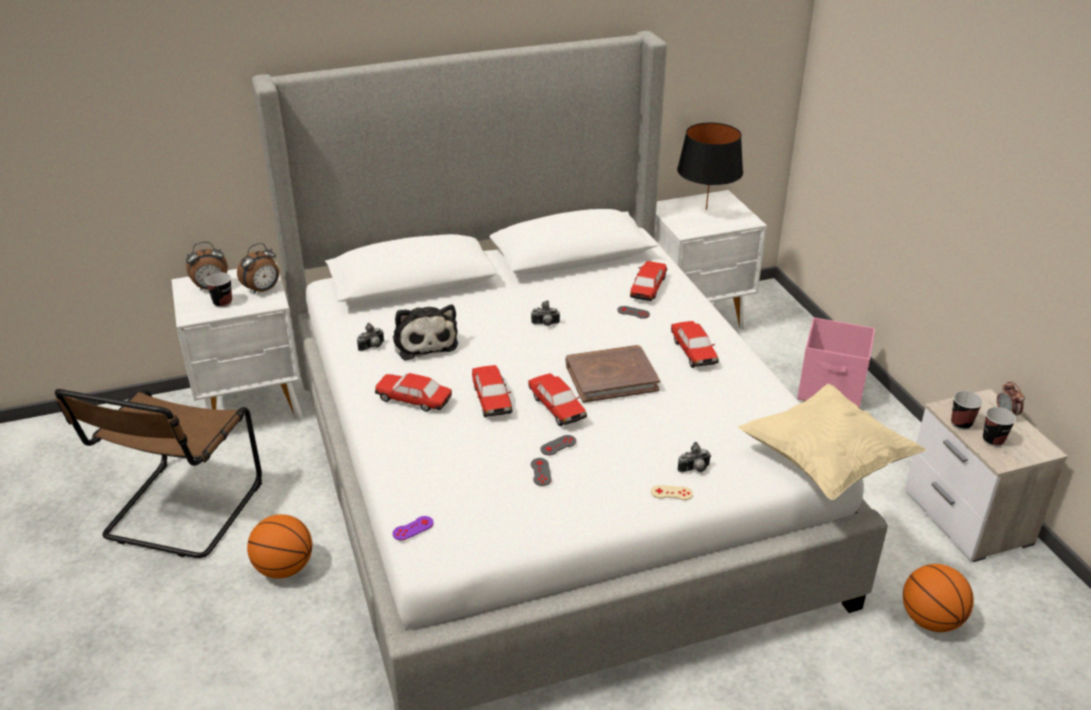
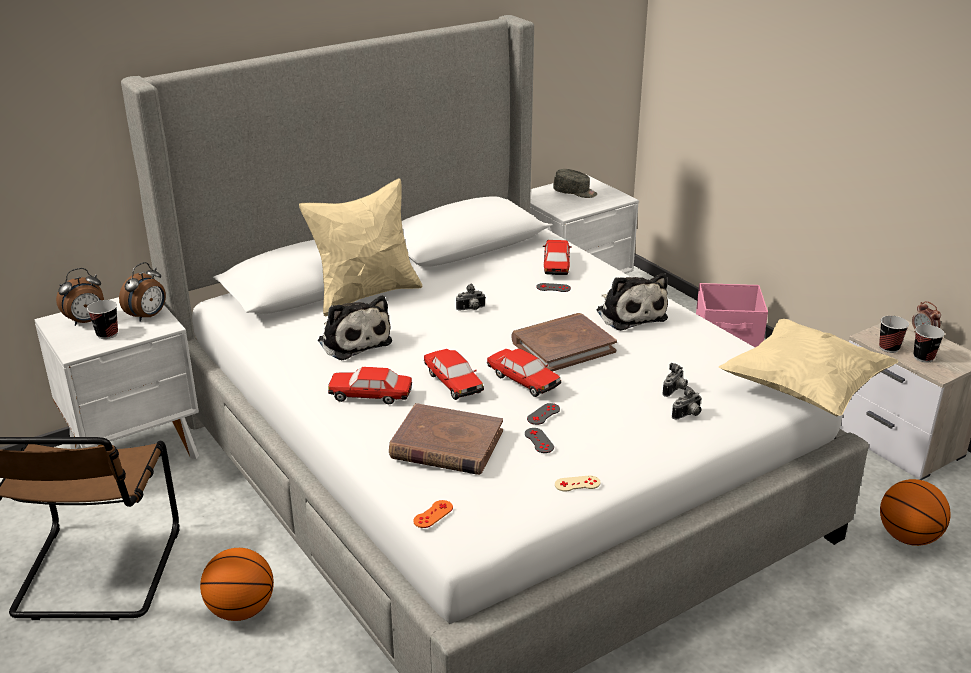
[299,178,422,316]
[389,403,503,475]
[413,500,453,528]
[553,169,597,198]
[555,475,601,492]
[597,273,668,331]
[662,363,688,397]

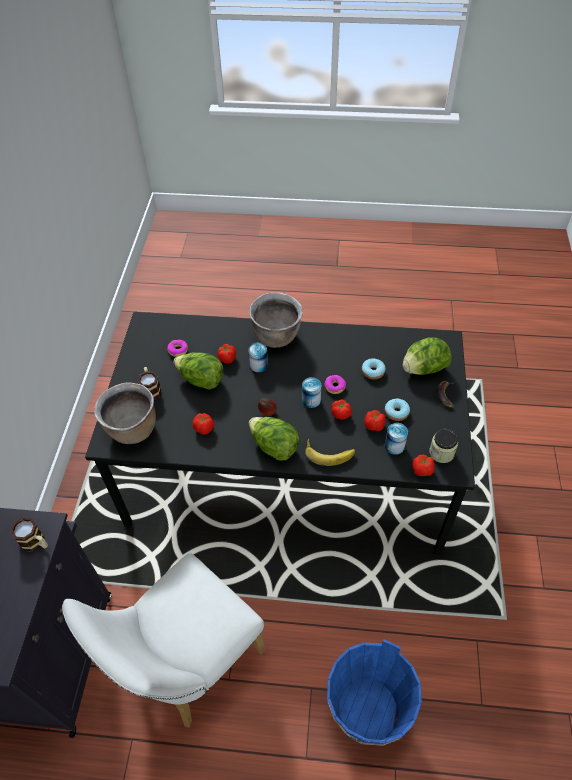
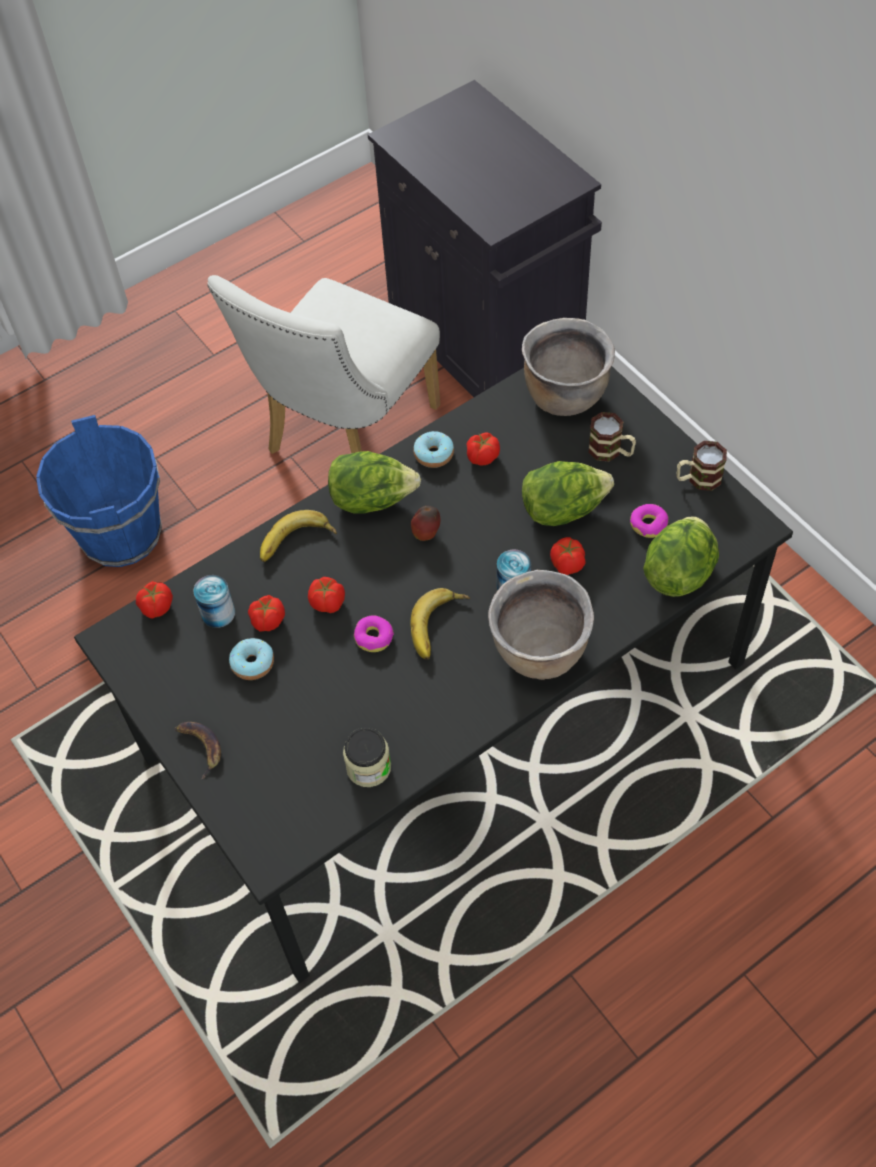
[207,275,440,454]
[343,728,391,787]
[411,588,470,660]
[413,431,454,468]
[643,516,719,597]
[676,441,727,491]
[302,377,321,408] (first image)

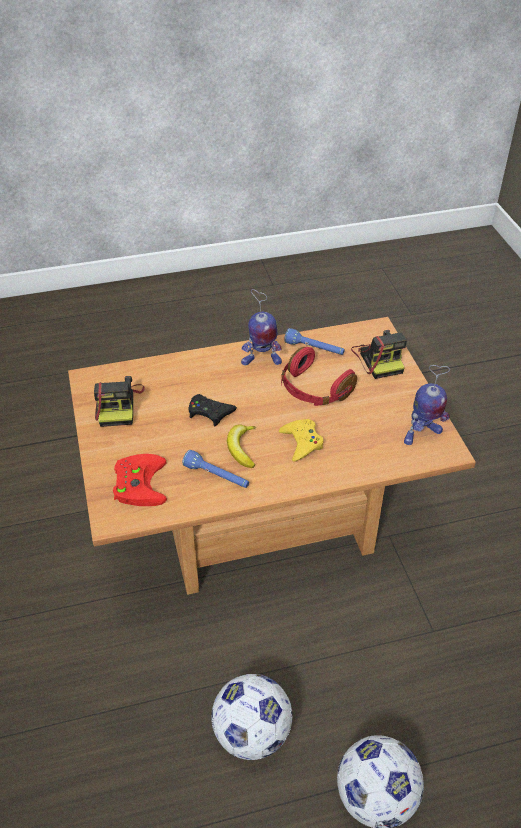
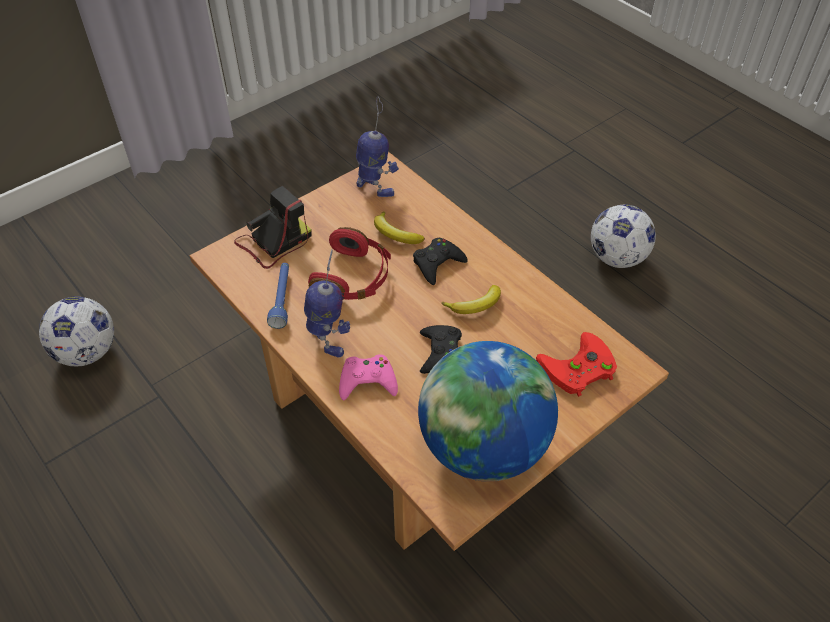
[39,297,114,366]
[339,354,398,400]
[374,211,425,244]
[413,238,468,285]
[418,341,558,482]
[183,450,249,488] (first image)

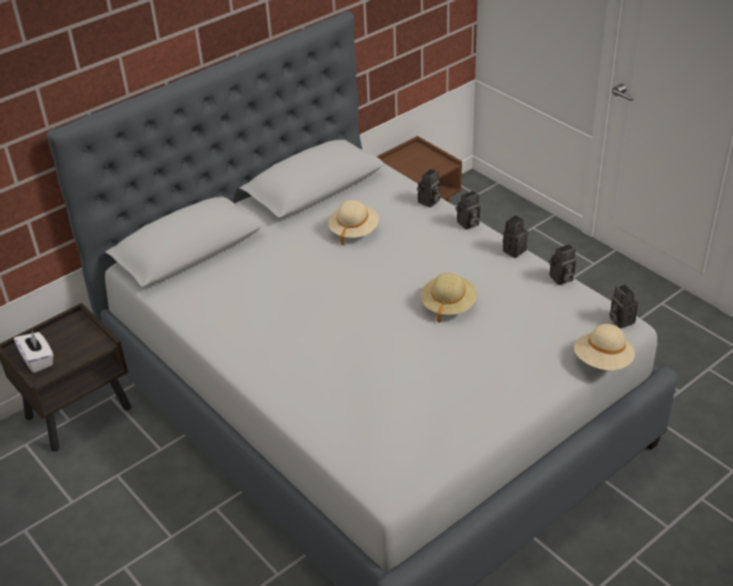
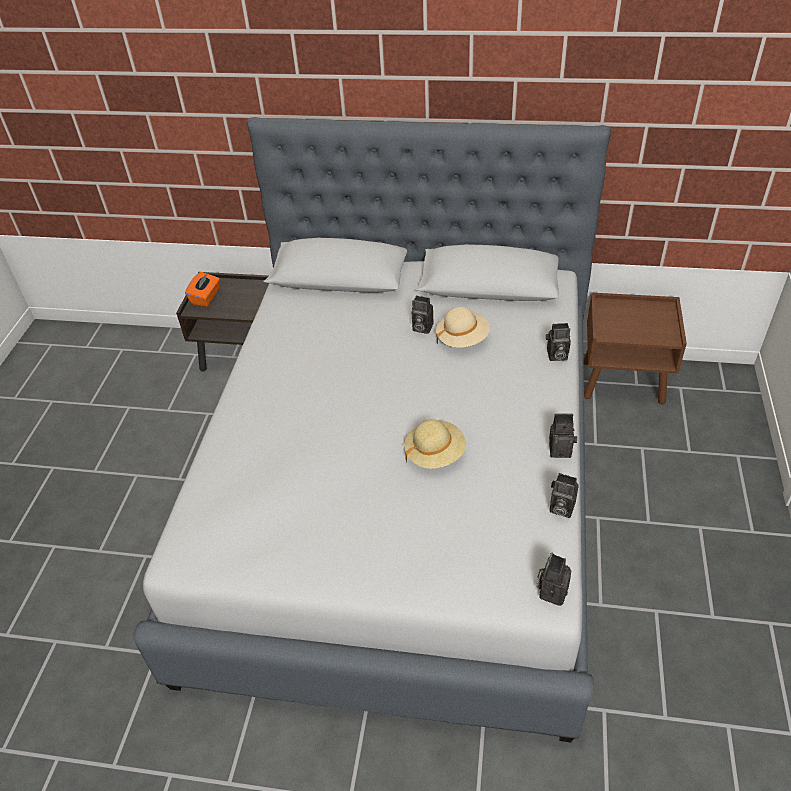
[185,272,220,307]
[412,295,434,334]
[574,324,635,370] (first image)

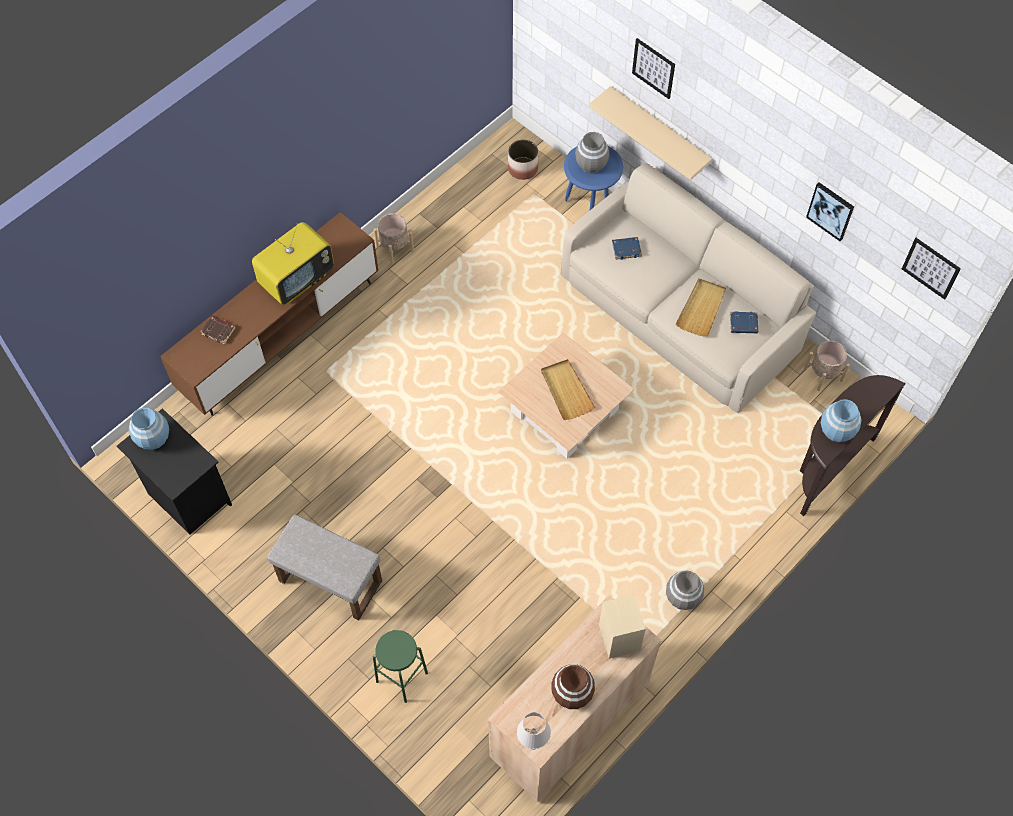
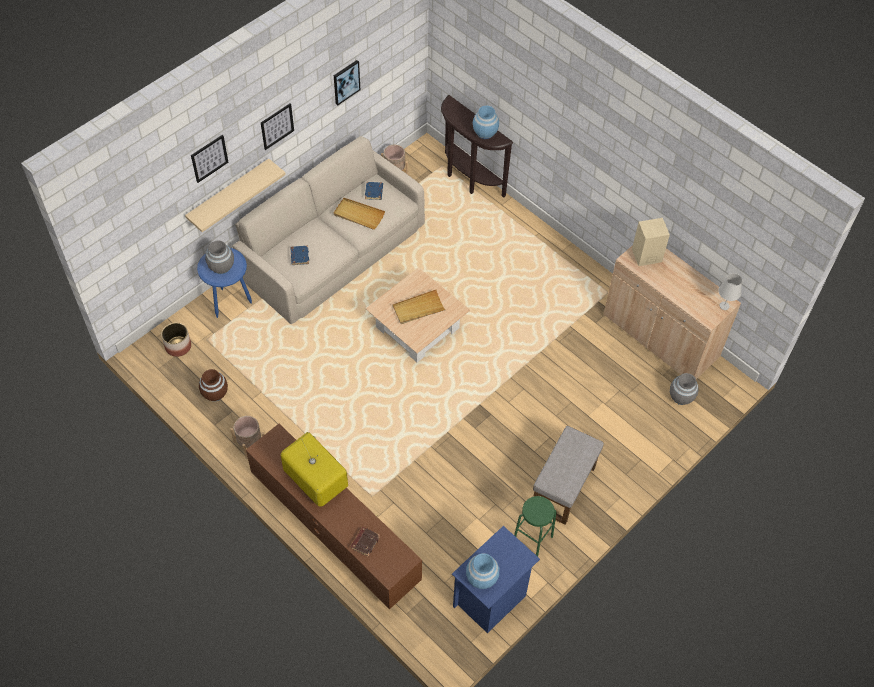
[199,369,228,401]
[261,103,294,150]
[452,526,540,634]
[514,496,556,557]
[670,373,699,405]

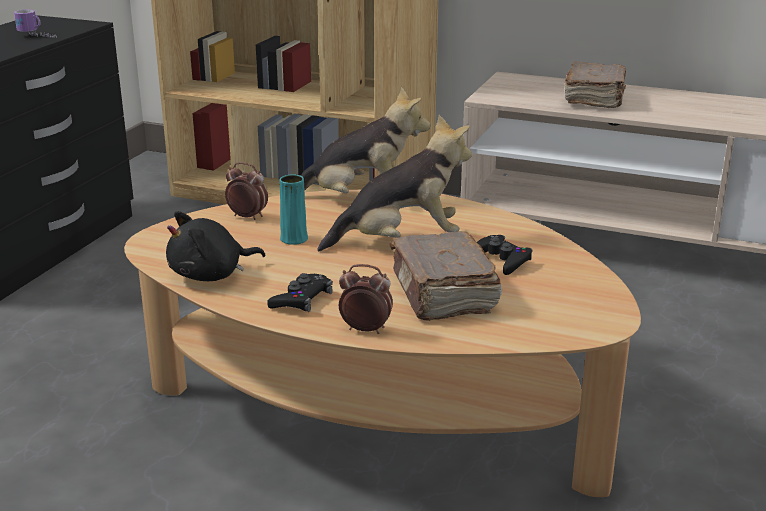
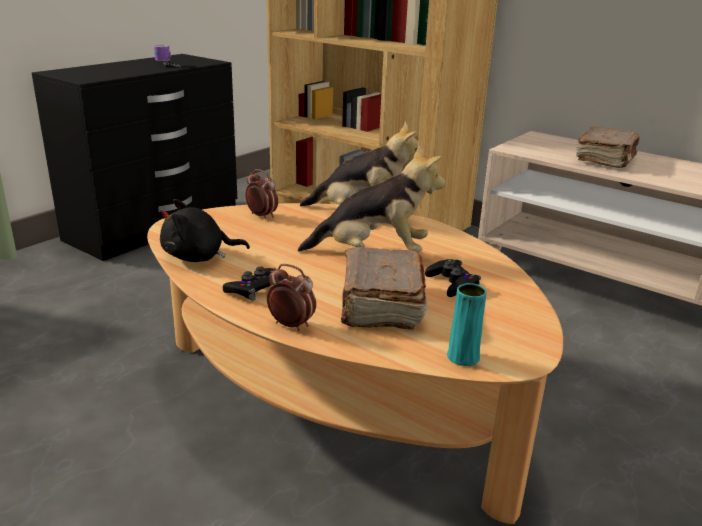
[447,283,487,366]

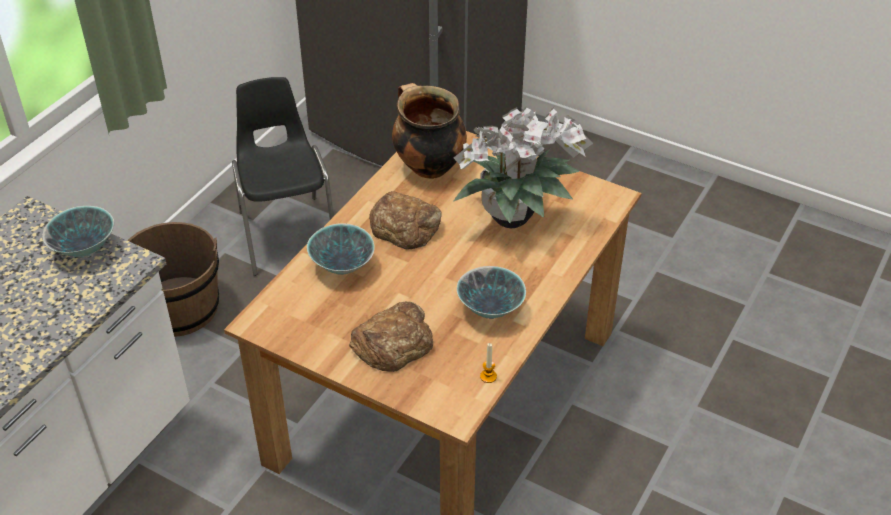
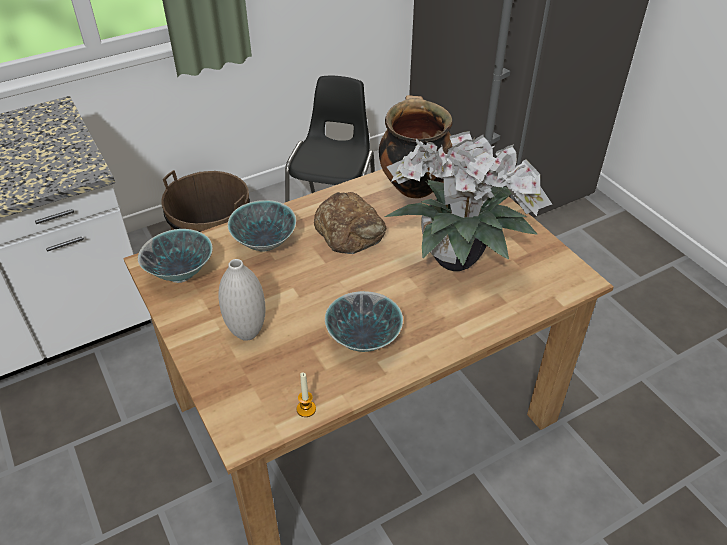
[138,229,213,283]
[218,259,265,341]

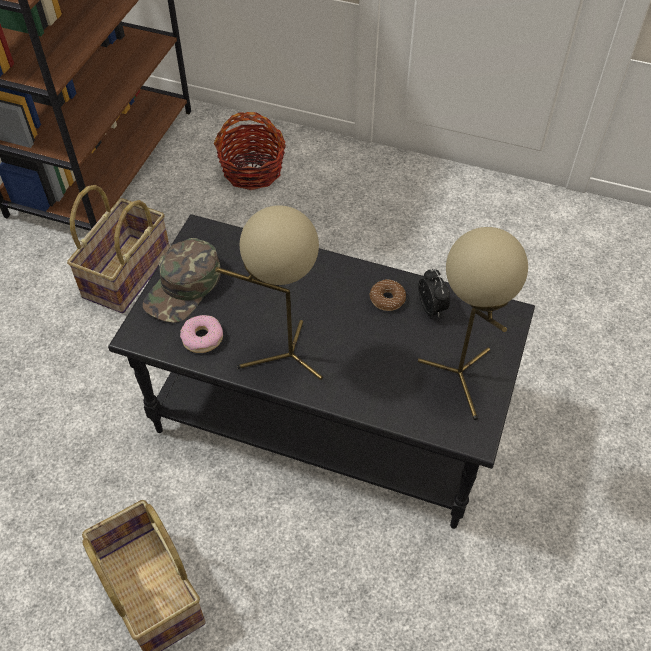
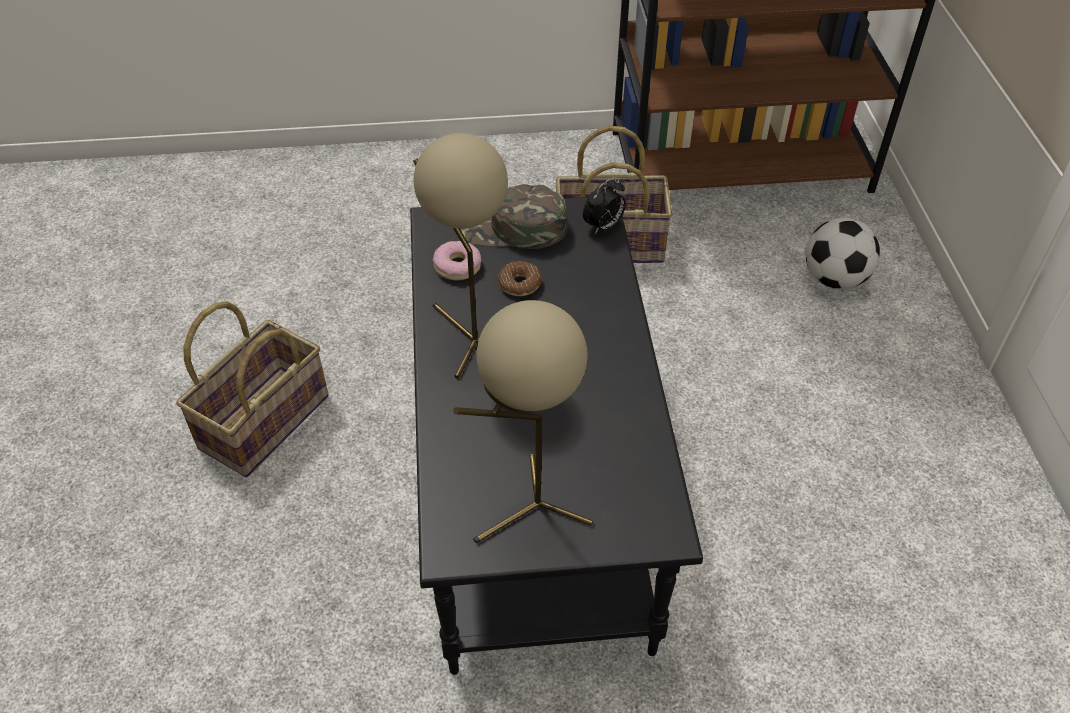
[498,261,542,296]
[583,177,626,234]
[806,217,880,289]

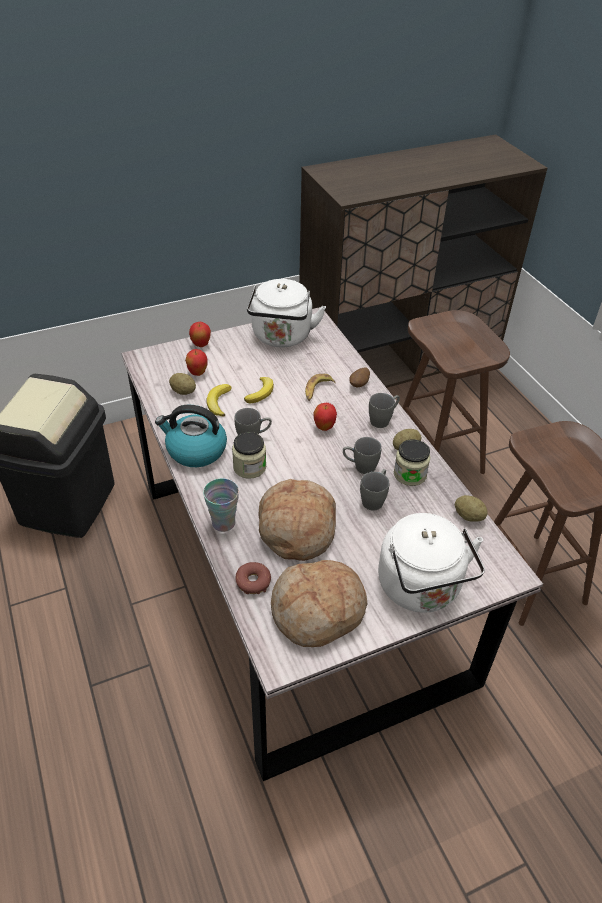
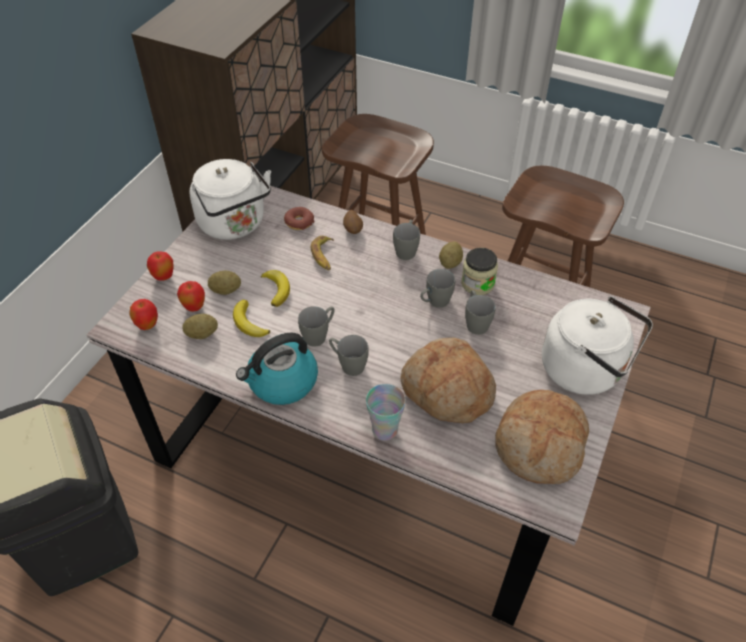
[129,299,158,330]
[208,271,241,295]
[284,207,314,230]
[329,335,369,376]

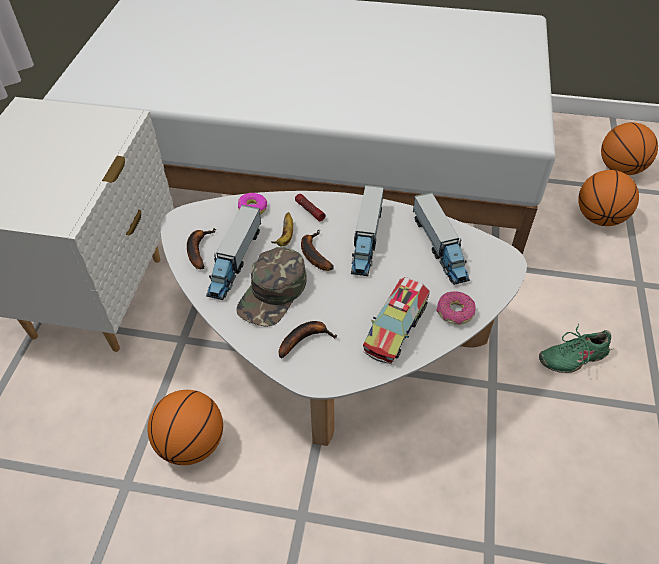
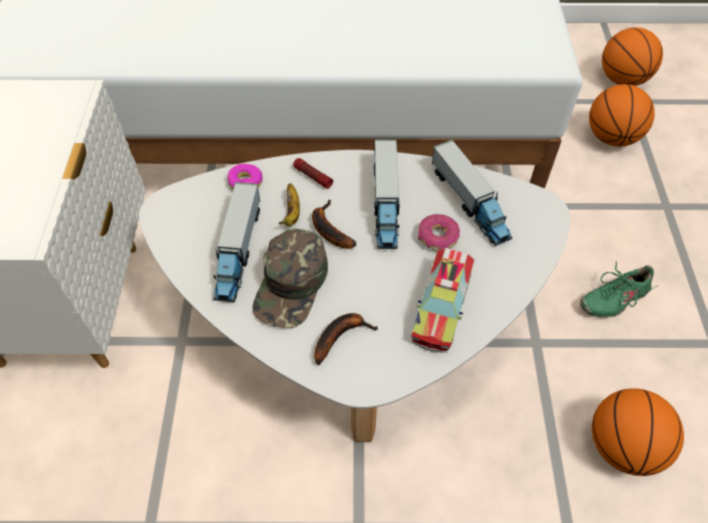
[418,214,460,250]
[592,388,684,476]
[187,228,216,269] (first image)

